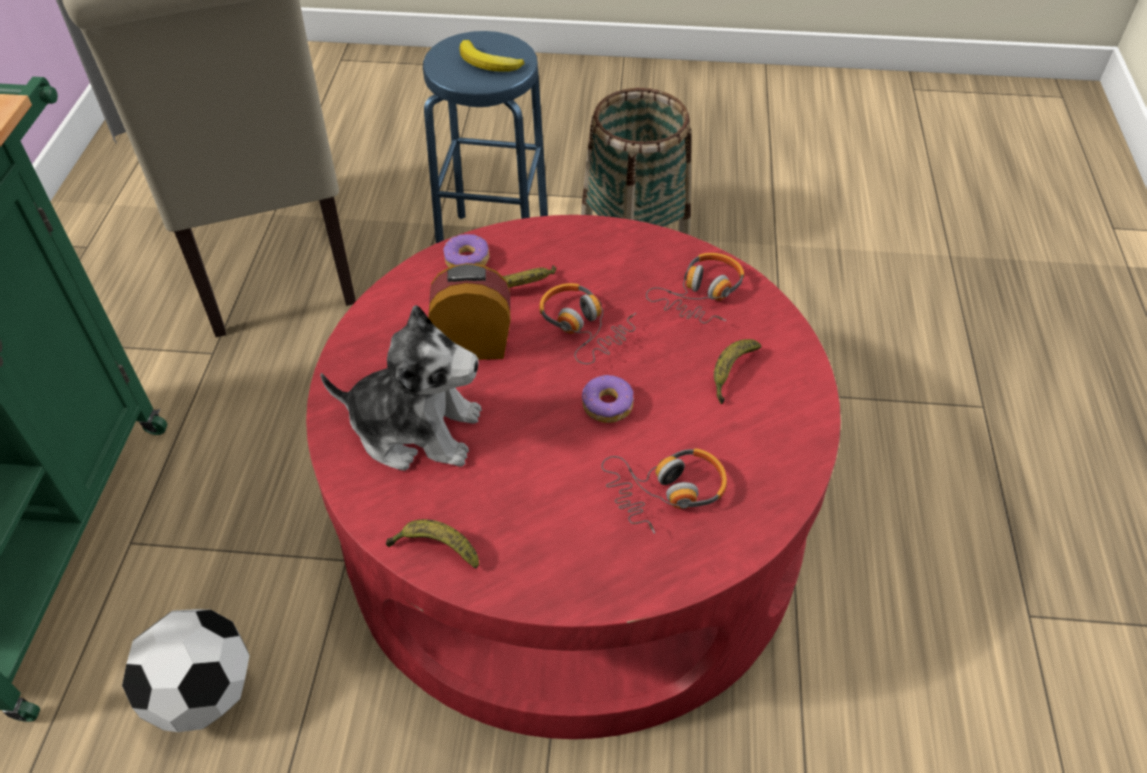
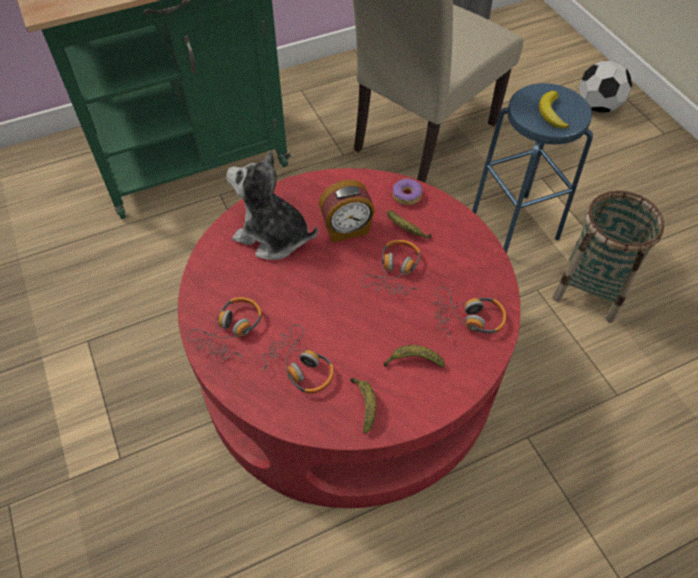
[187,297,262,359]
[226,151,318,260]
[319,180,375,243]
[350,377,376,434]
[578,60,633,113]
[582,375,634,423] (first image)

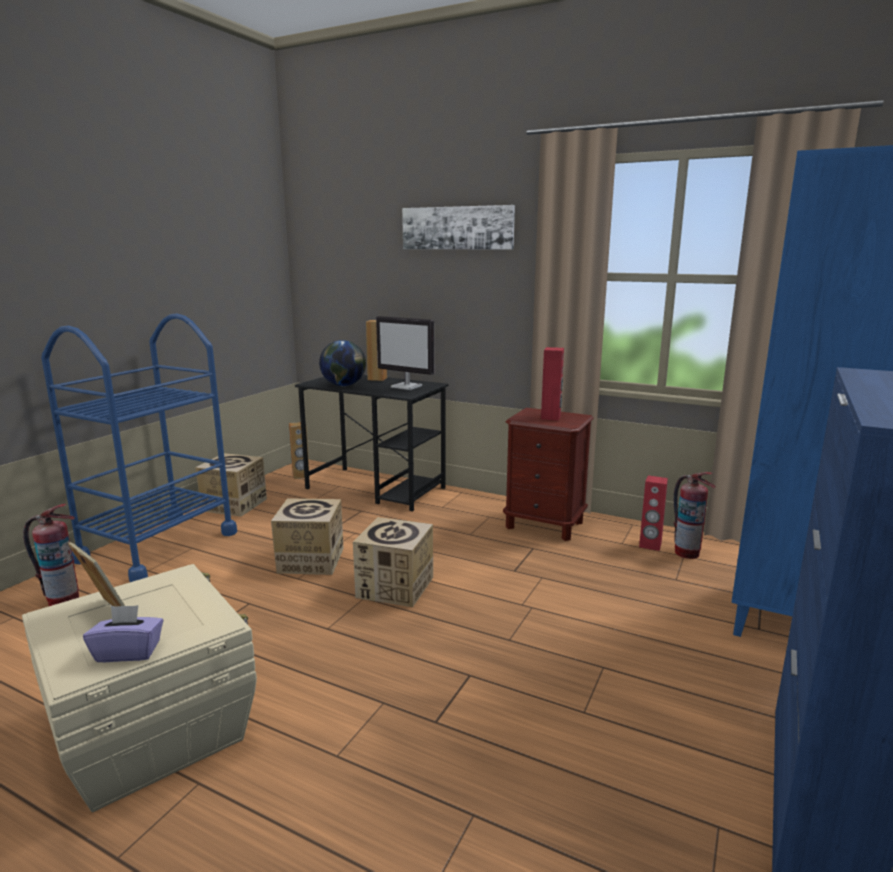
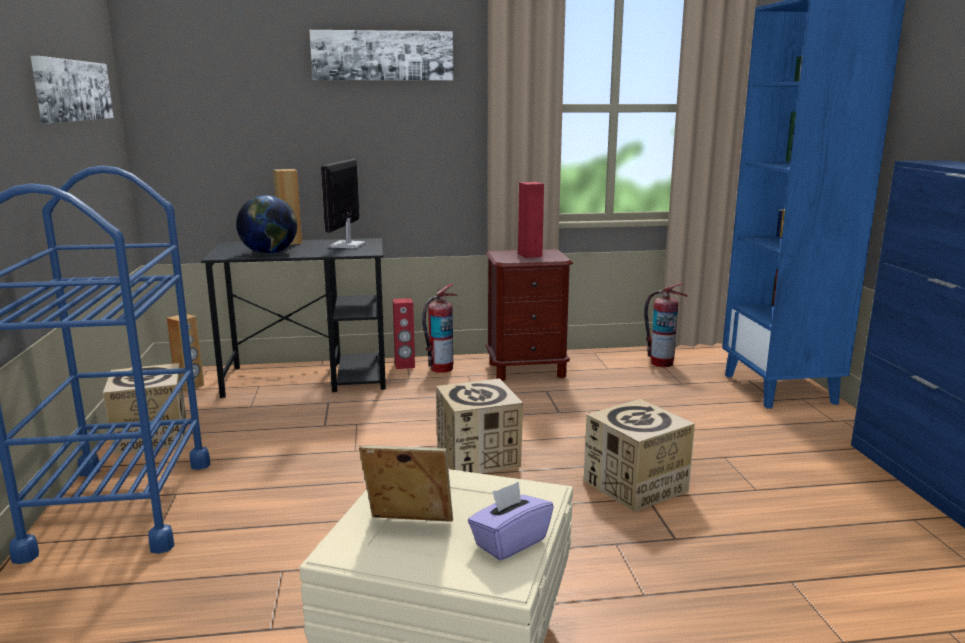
[30,56,114,123]
[321,159,366,248]
[393,298,415,369]
[422,284,458,373]
[584,399,695,512]

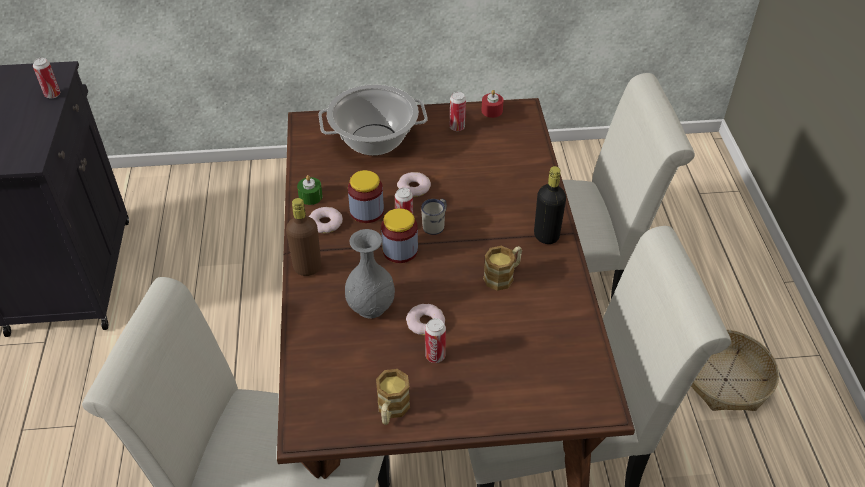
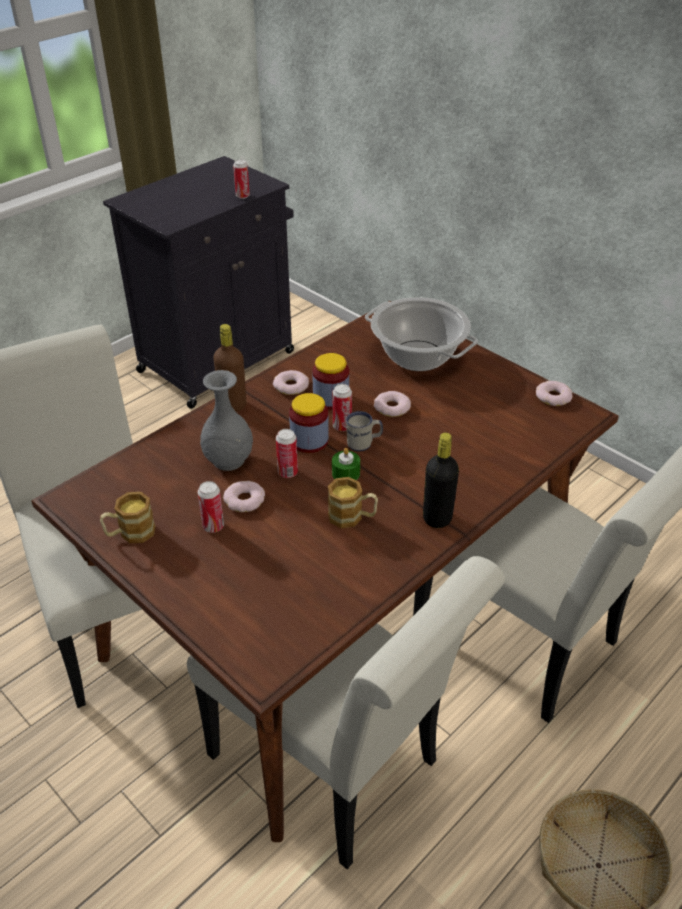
[276,429,298,478]
[332,448,360,480]
[536,381,573,406]

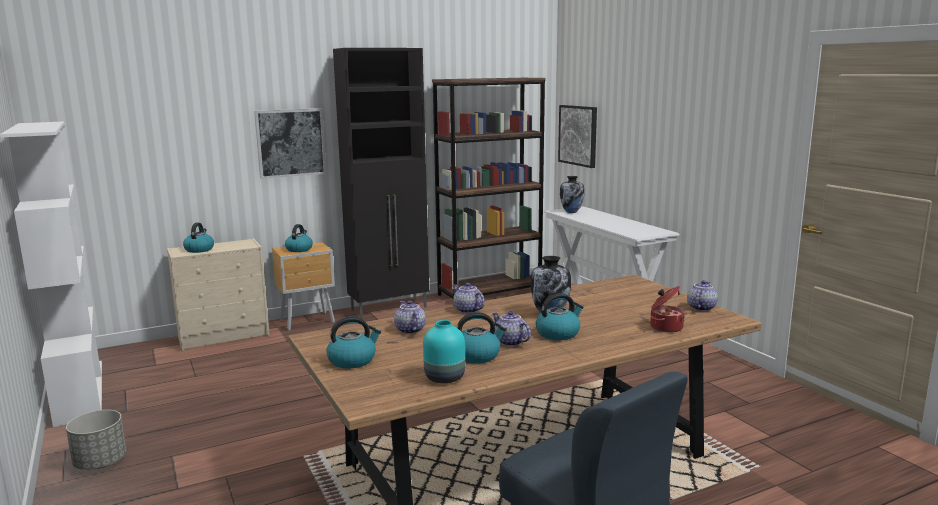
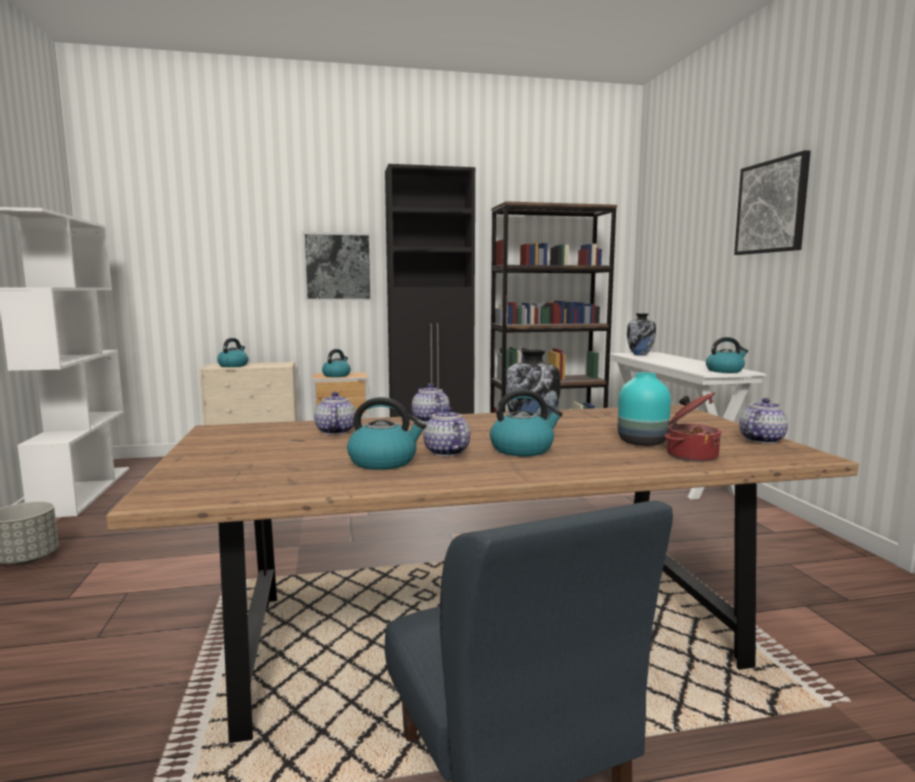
[618,372,671,446]
[706,337,748,373]
[734,150,811,255]

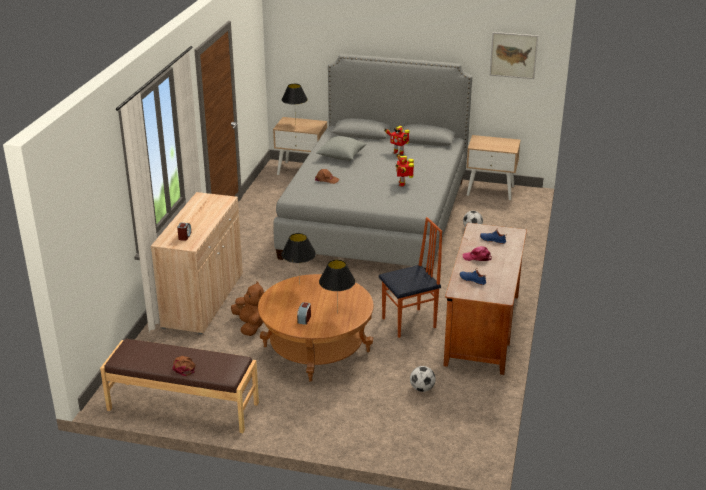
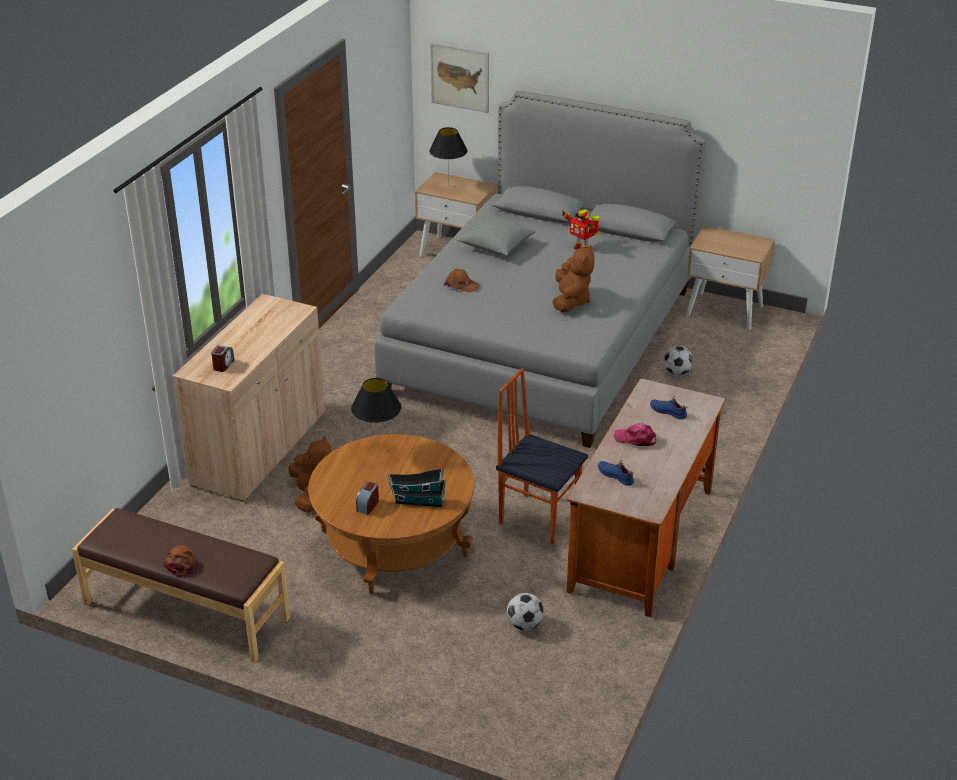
[388,468,446,507]
[430,43,489,113]
[496,368,588,544]
[553,245,595,312]

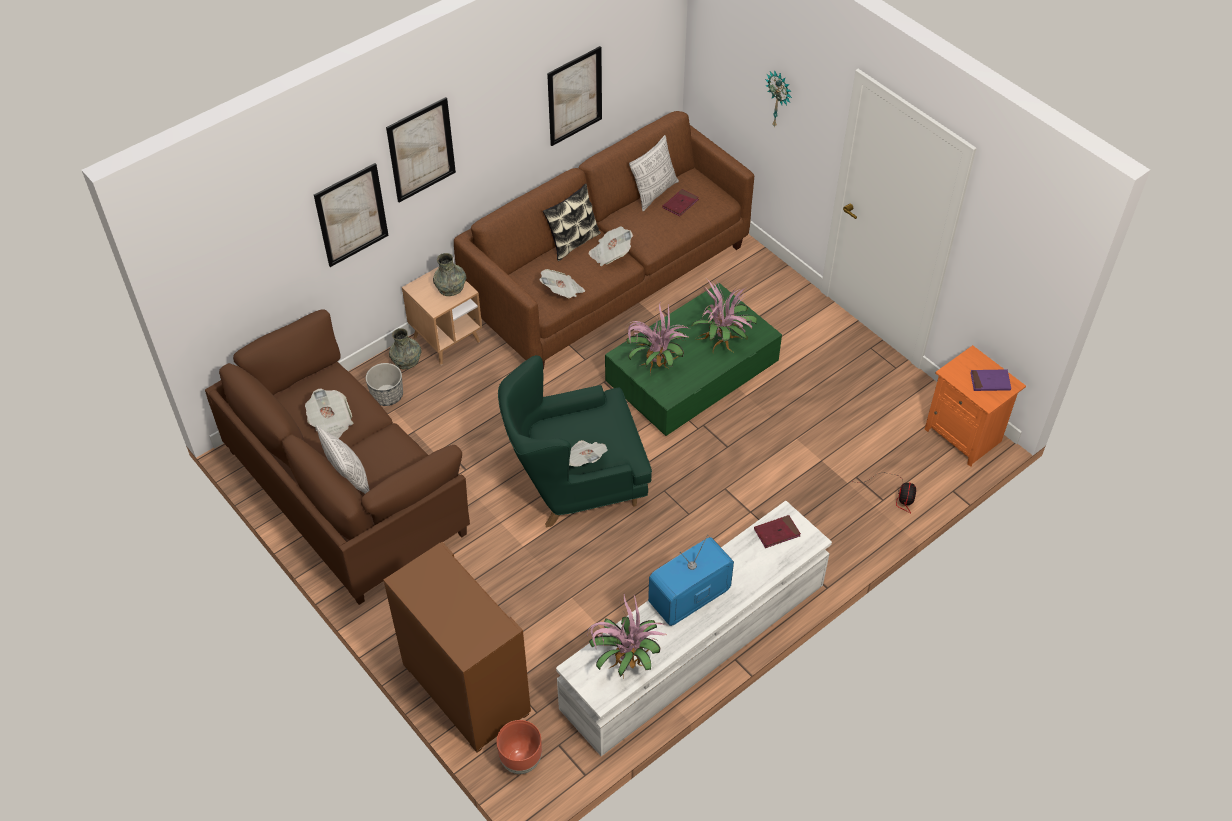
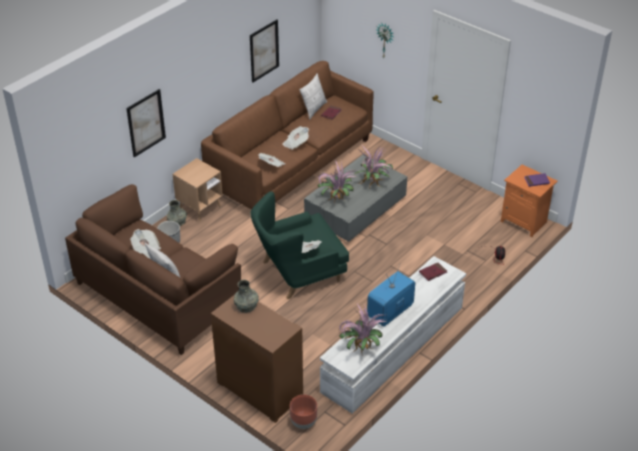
[234,280,259,313]
[304,155,407,242]
[386,97,456,203] (first image)
[543,184,601,261] (first image)

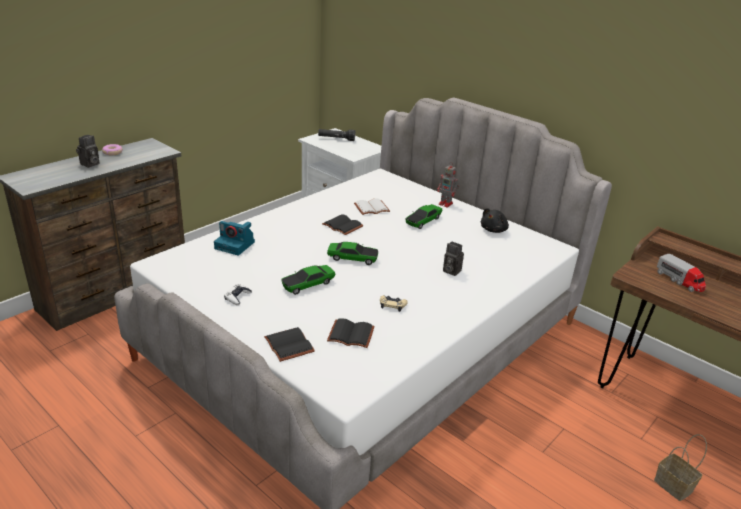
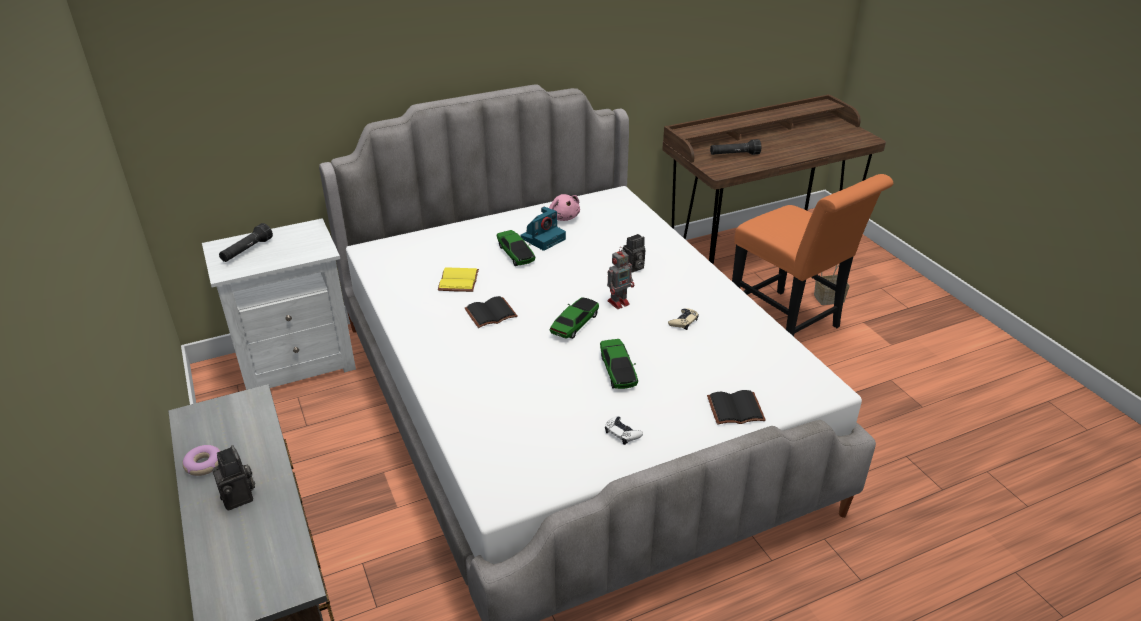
[438,267,479,292]
[520,207,566,251]
[549,194,580,221]
[607,248,634,309]
[710,139,761,155]
[732,174,893,337]
[327,319,375,348] (first image)

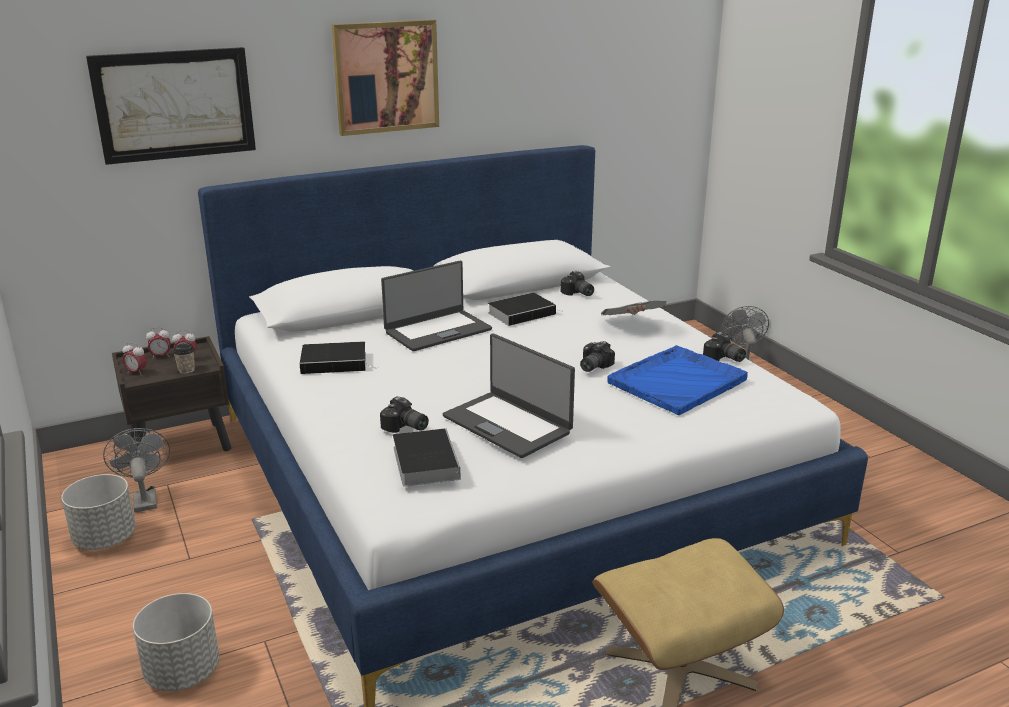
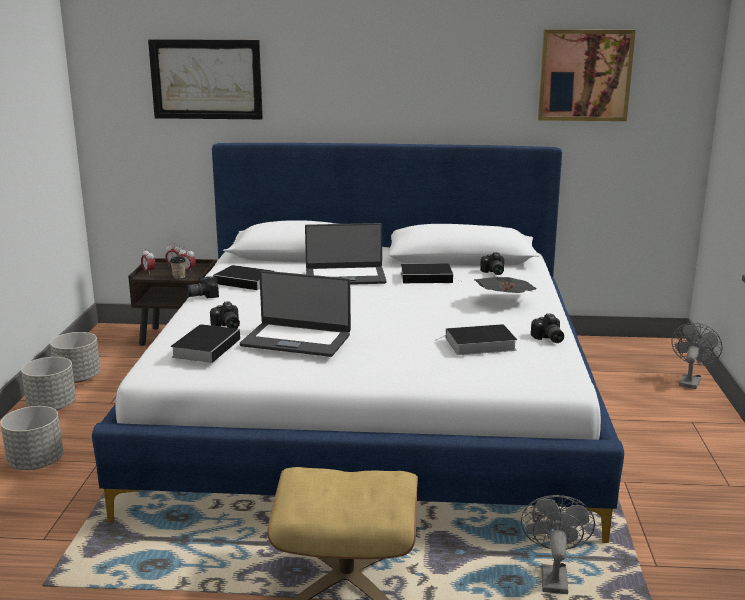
[21,357,76,410]
[187,276,219,298]
[240,270,351,357]
[435,324,517,355]
[521,495,595,594]
[538,29,636,121]

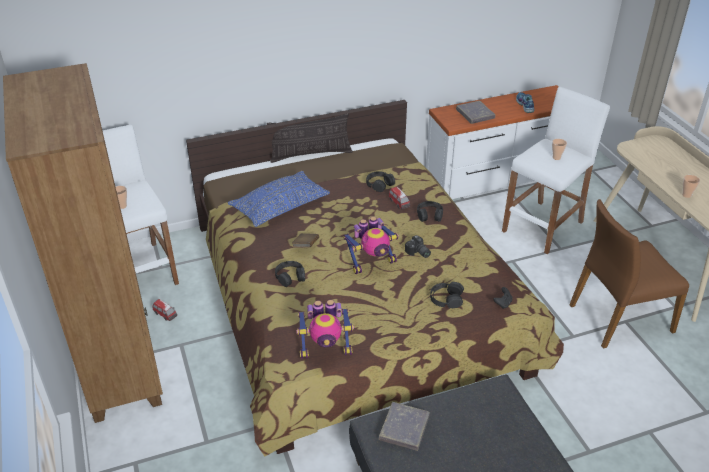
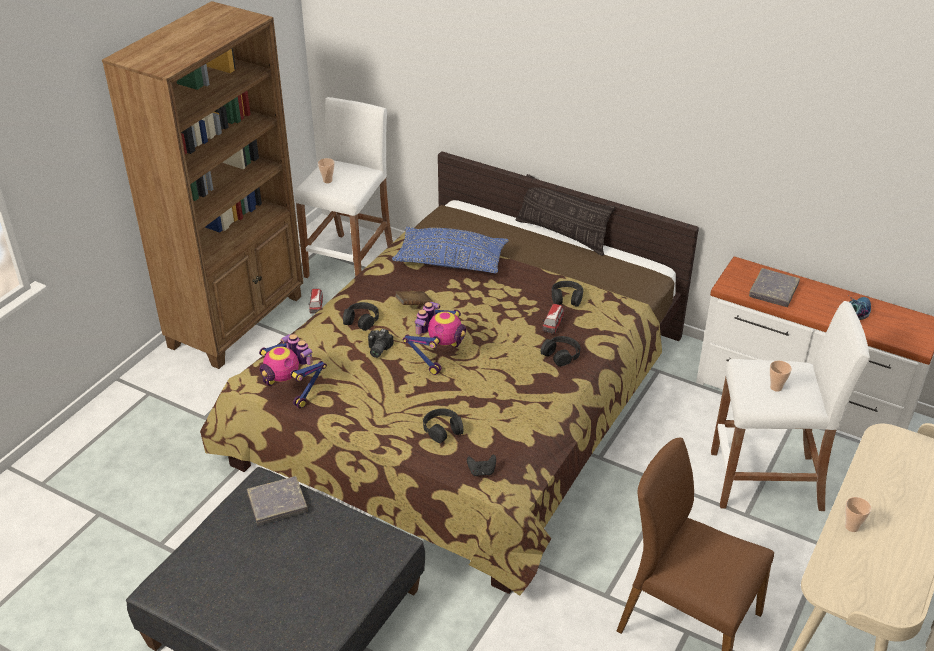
[368,329,394,358]
[403,301,466,375]

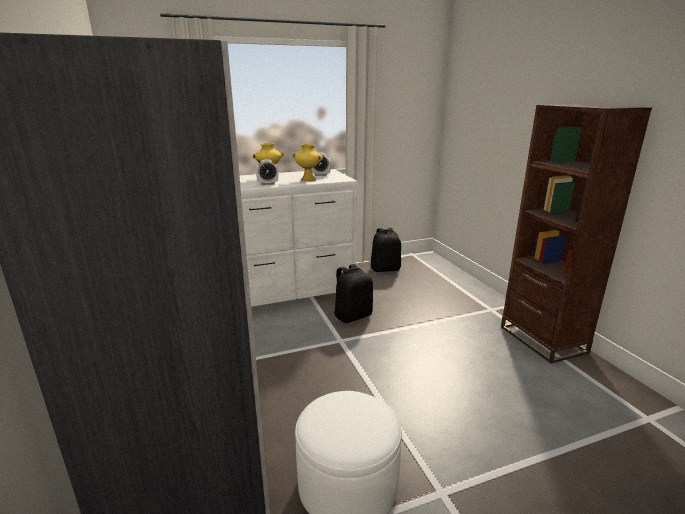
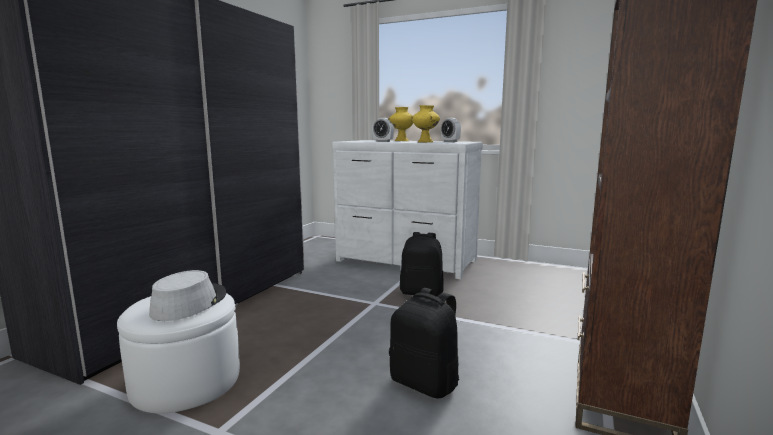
[149,270,226,321]
[389,288,459,399]

